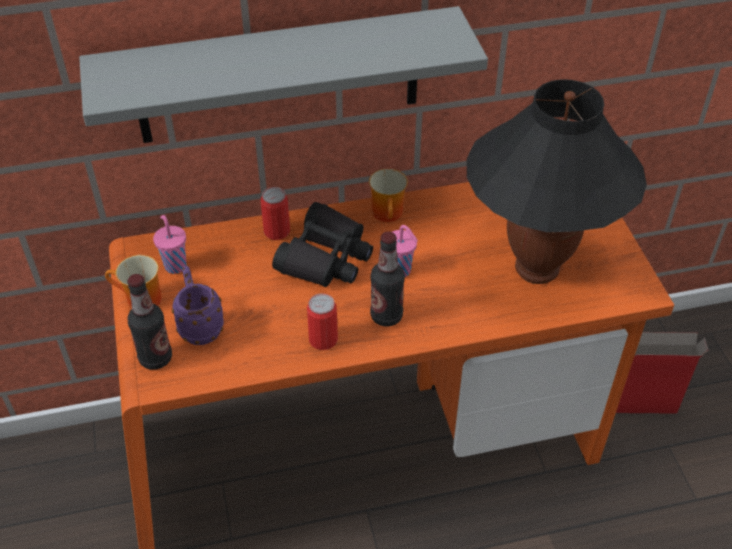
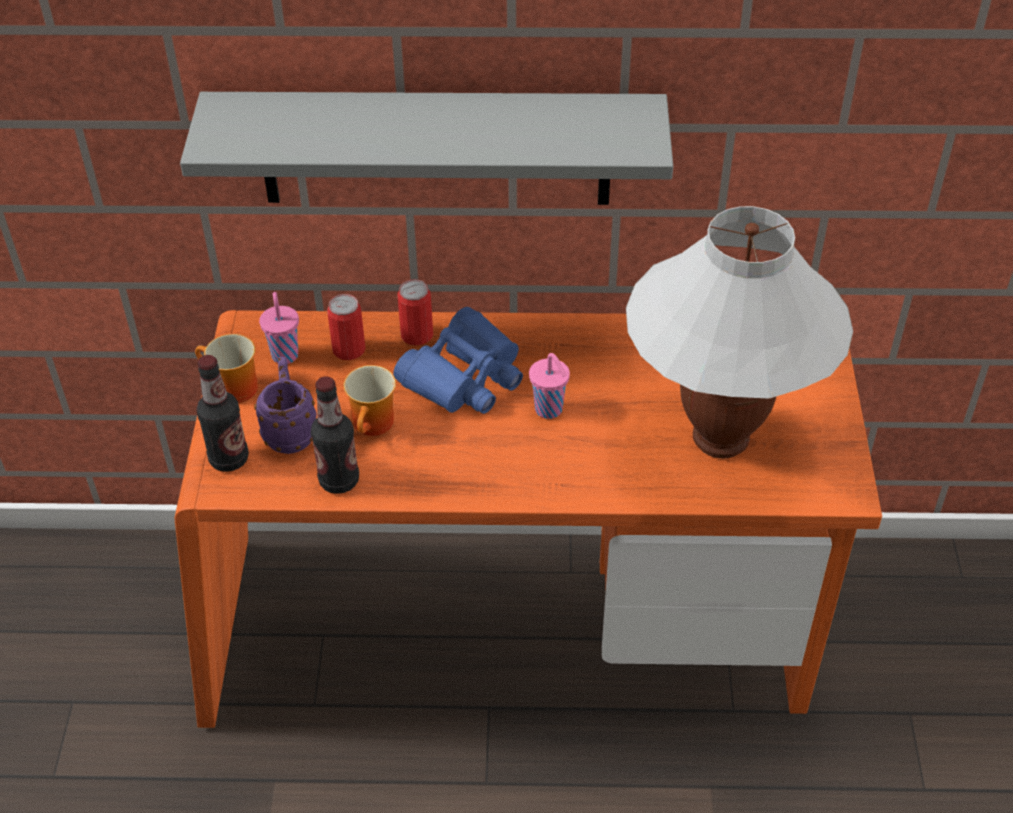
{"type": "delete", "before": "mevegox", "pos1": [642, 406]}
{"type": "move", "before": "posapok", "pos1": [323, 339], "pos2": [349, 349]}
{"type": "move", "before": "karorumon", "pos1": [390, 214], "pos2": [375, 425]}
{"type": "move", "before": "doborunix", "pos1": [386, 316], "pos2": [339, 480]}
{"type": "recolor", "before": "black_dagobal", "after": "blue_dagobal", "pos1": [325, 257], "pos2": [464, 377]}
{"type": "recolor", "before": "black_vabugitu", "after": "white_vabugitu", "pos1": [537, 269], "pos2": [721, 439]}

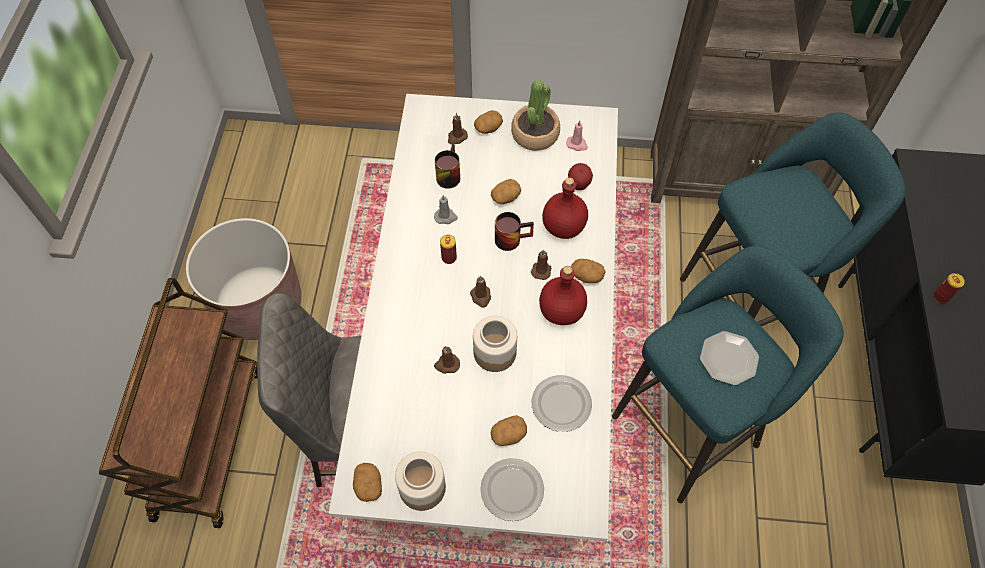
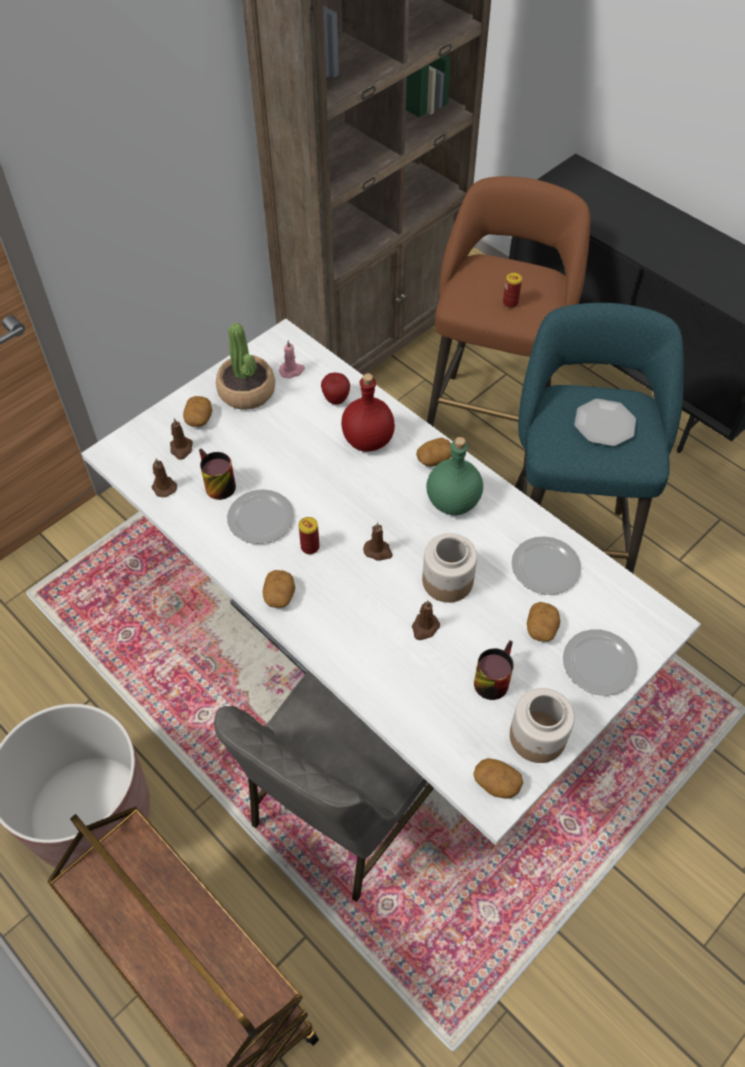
{"type": "move", "before": "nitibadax", "pos1": [505, 197], "pos2": [279, 595]}
{"type": "move", "before": "karorumon", "pos1": [511, 237], "pos2": [491, 677]}
{"type": "move", "before": "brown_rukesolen", "pos1": [541, 270], "pos2": [163, 487]}
{"type": "move", "before": "posapok", "pos1": [941, 296], "pos2": [510, 303]}
{"type": "replace", "before": "grey_rukesolen", "after": "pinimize", "pos1": [446, 217], "pos2": [262, 518]}
{"type": "recolor", "before": "red_doborunix", "after": "green_doborunix", "pos1": [561, 312], "pos2": [453, 503]}
{"type": "recolor", "before": "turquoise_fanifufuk", "after": "brown_fanifufuk", "pos1": [752, 300], "pos2": [490, 416]}

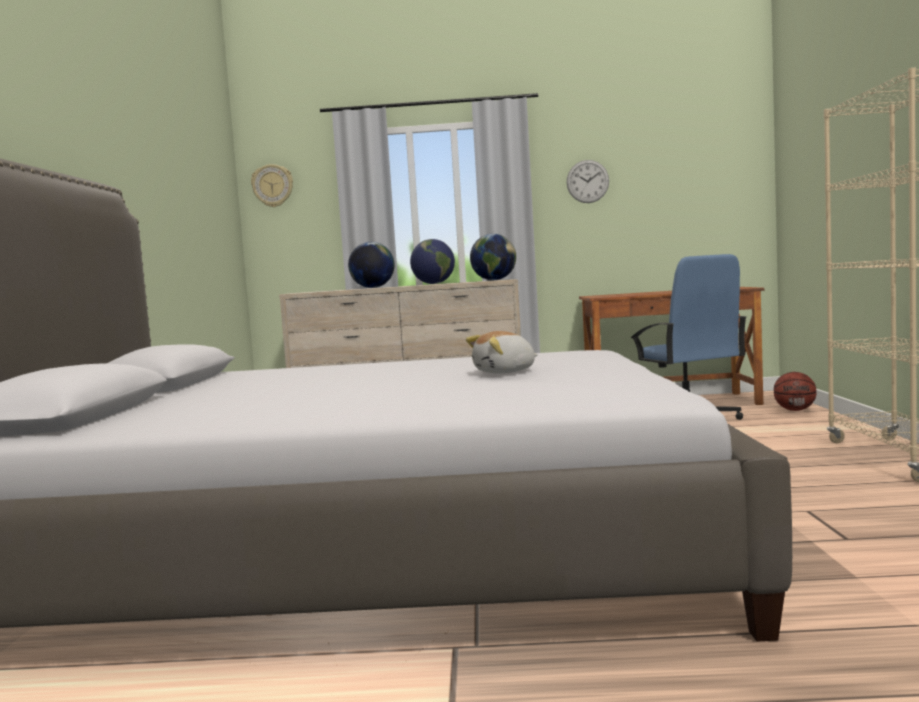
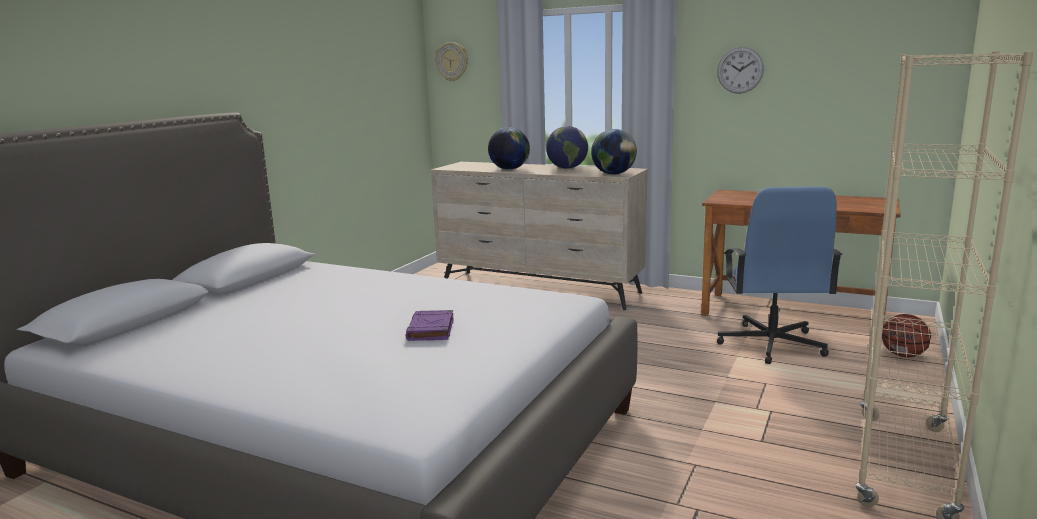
{"type": "replace", "before": "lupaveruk", "after": "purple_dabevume", "pos1": [505, 372], "pos2": [431, 330]}

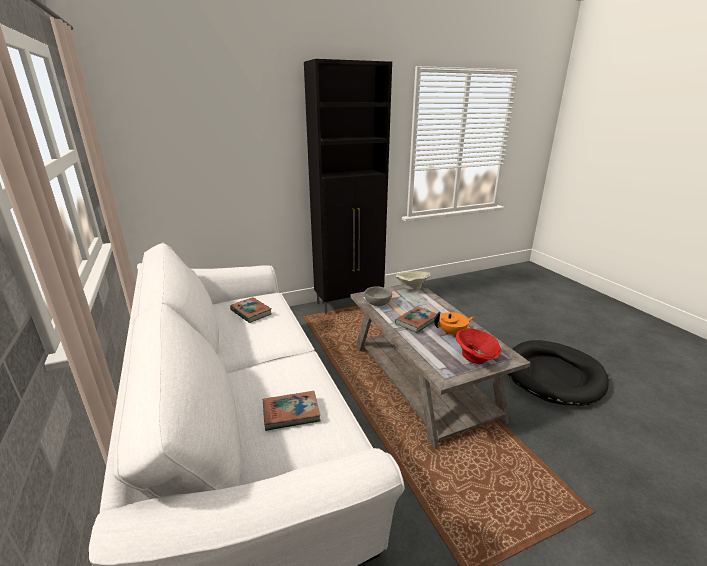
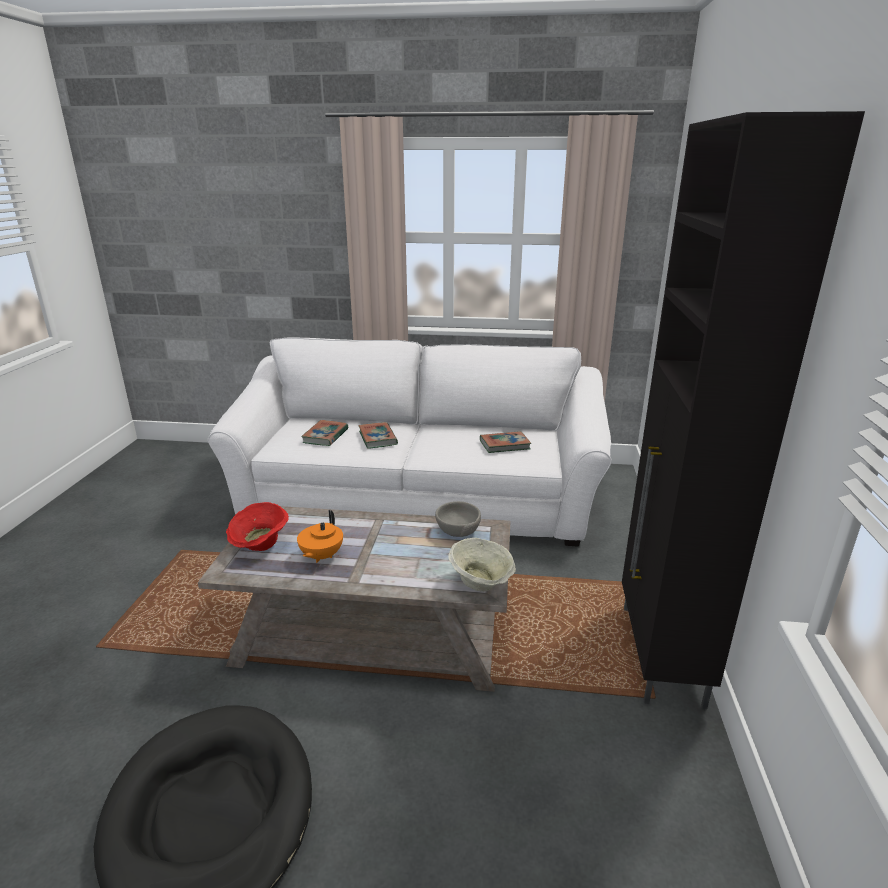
{"type": "move", "before": "dabevume", "pos1": [416, 321], "pos2": [377, 438]}

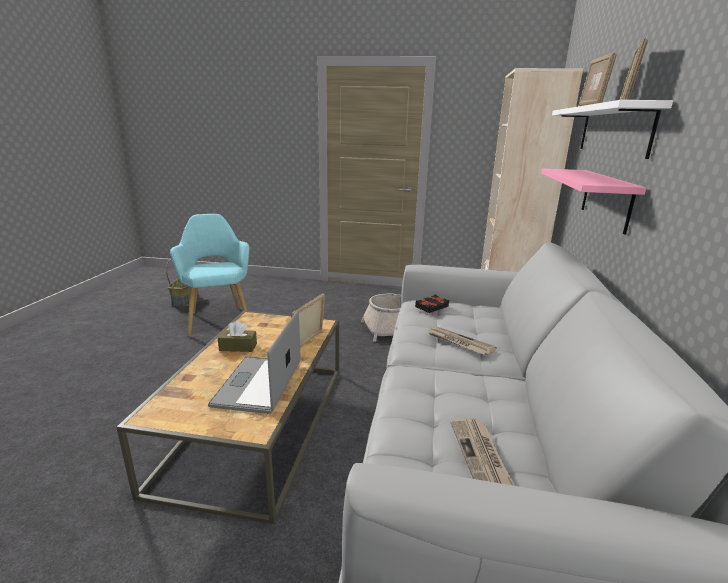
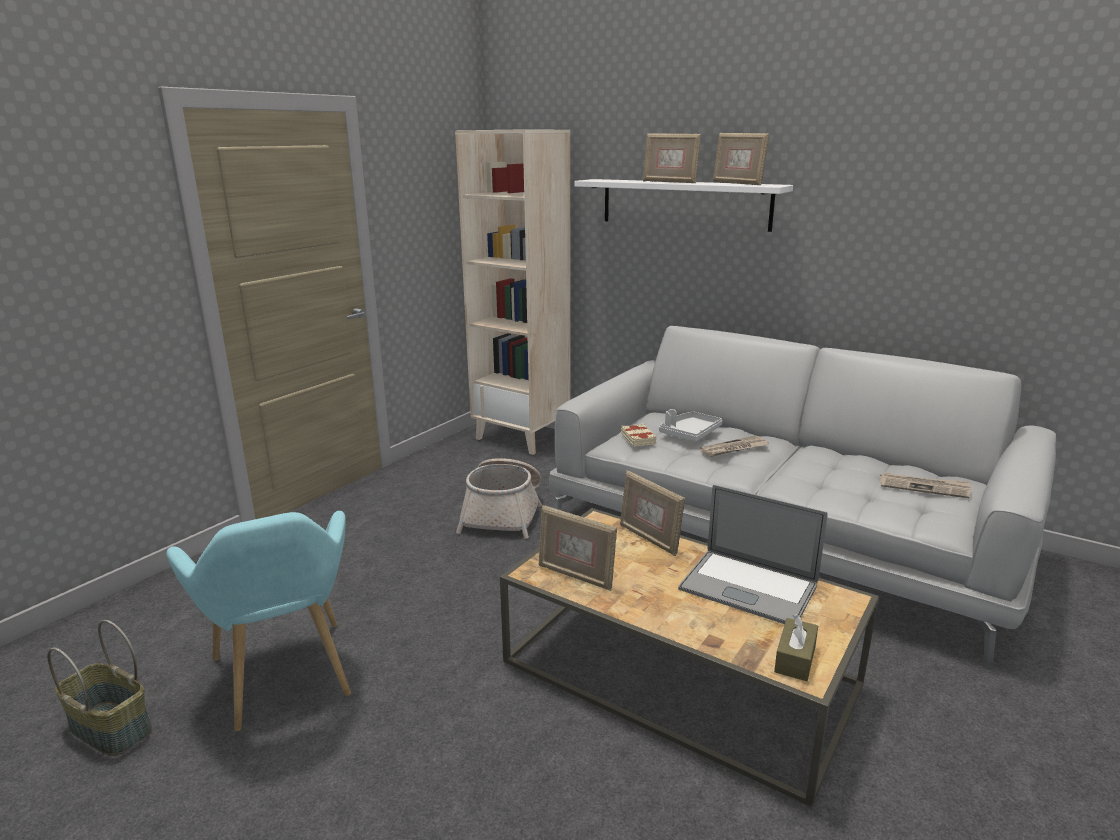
{"type": "delete", "before": "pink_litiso", "pos1": [606, 199]}
{"type": "insert", "after": "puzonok", "pos2": [576, 576]}
{"type": "insert", "after": "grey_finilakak", "pos2": [690, 433]}
{"type": "move", "before": "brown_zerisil", "pos1": [238, 347], "pos2": [795, 659]}
{"type": "recolor", "before": "black_dabevume", "after": "beige_dabevume", "pos1": [432, 307], "pos2": [638, 438]}
{"type": "rotate", "before": "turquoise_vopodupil", "pos1": [218, 319], "pos2": [286, 682], "turn": -120}

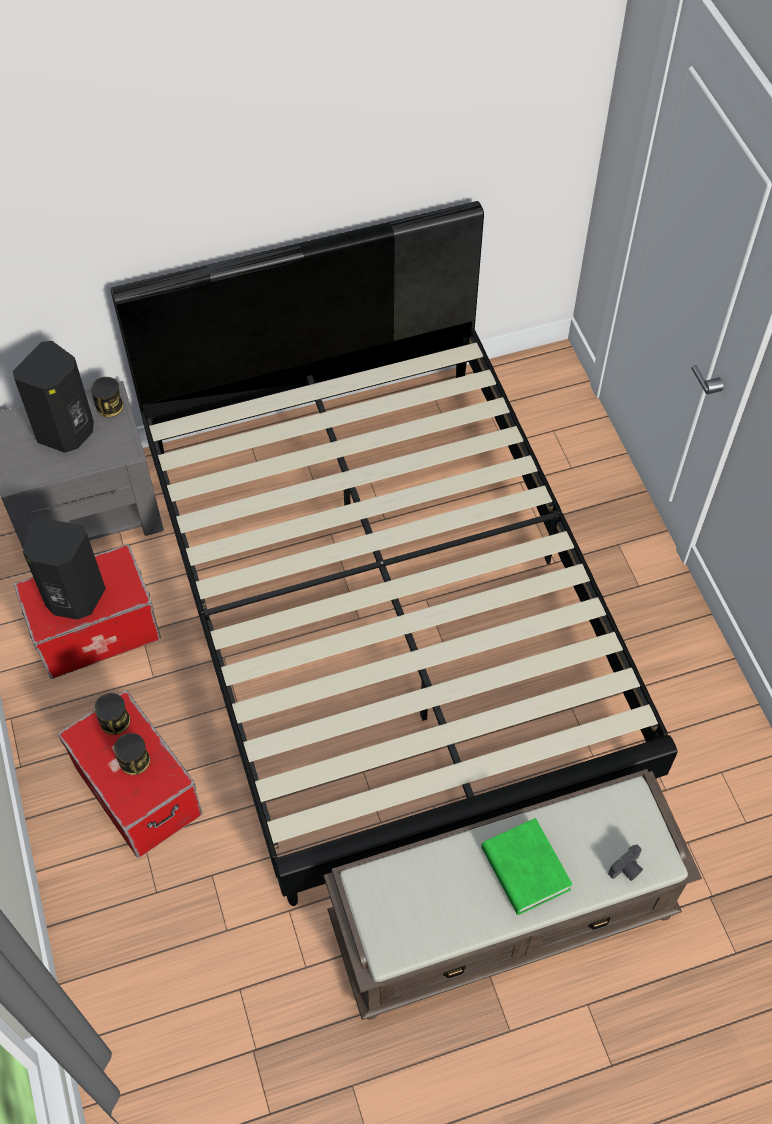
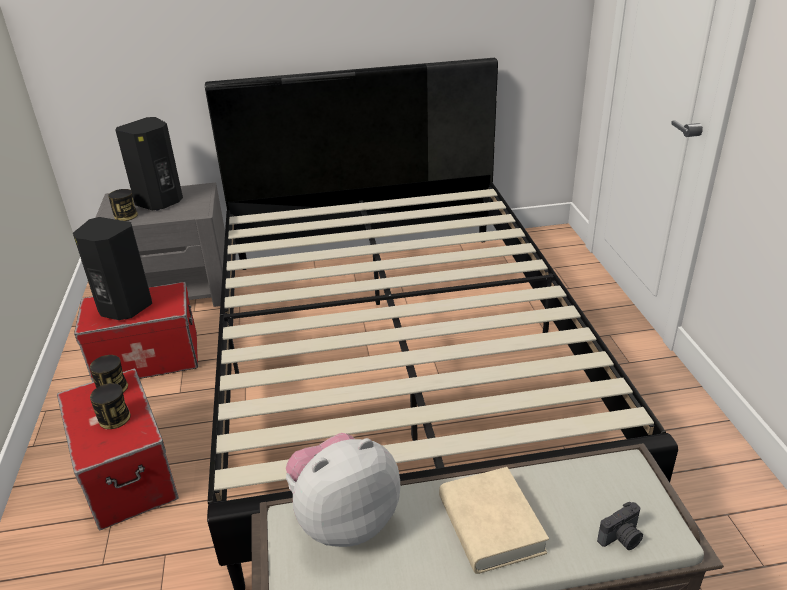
{"type": "insert", "after": "lupaveruk", "pos2": [344, 519]}
{"type": "move", "before": "posapok", "pos1": [109, 406], "pos2": [126, 216]}
{"type": "recolor", "before": "green_dabevume", "after": "beige_dabevume", "pos1": [525, 869], "pos2": [490, 525]}

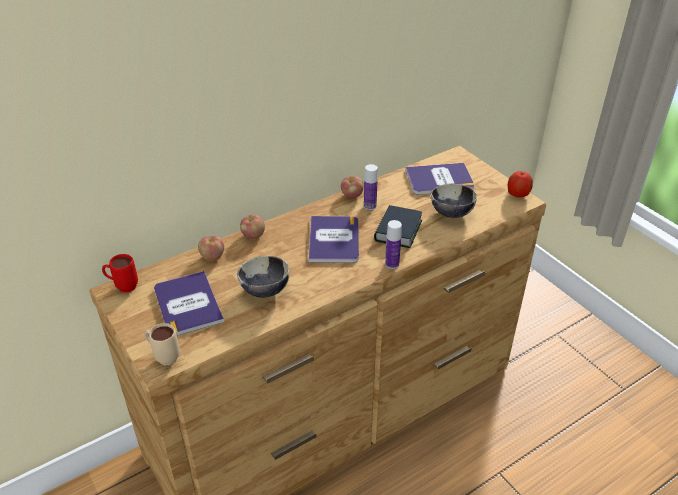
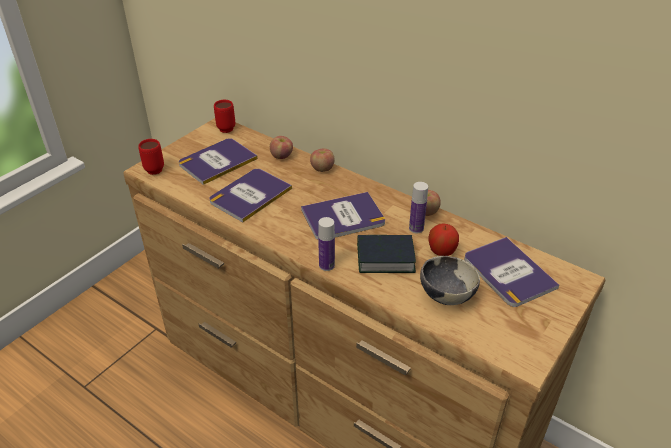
{"type": "move", "before": "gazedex", "pos1": [517, 194], "pos2": [442, 251]}
{"type": "replace", "before": "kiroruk", "after": "dabevume", "pos1": [265, 291], "pos2": [250, 195]}
{"type": "recolor", "before": "beige_karorumon", "after": "red_karorumon", "pos1": [163, 356], "pos2": [156, 168]}

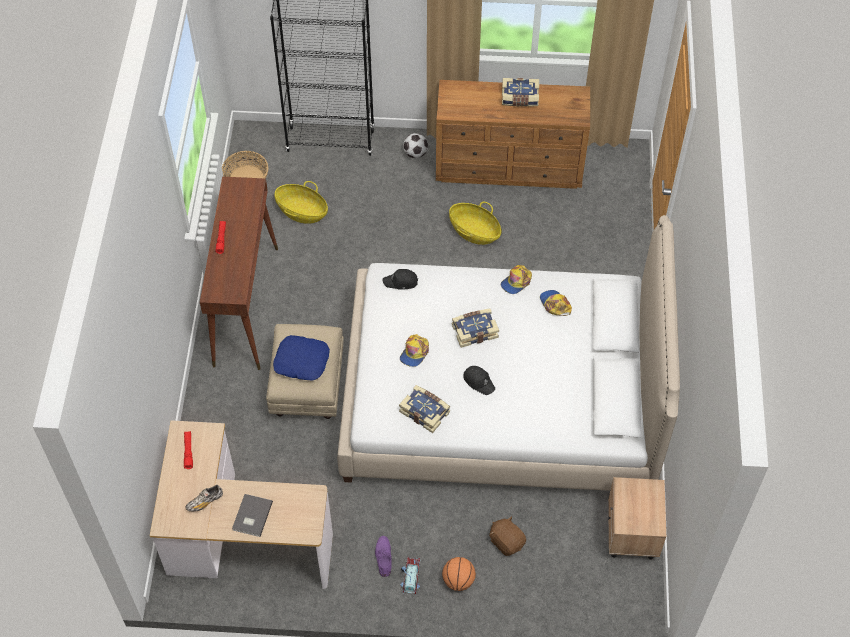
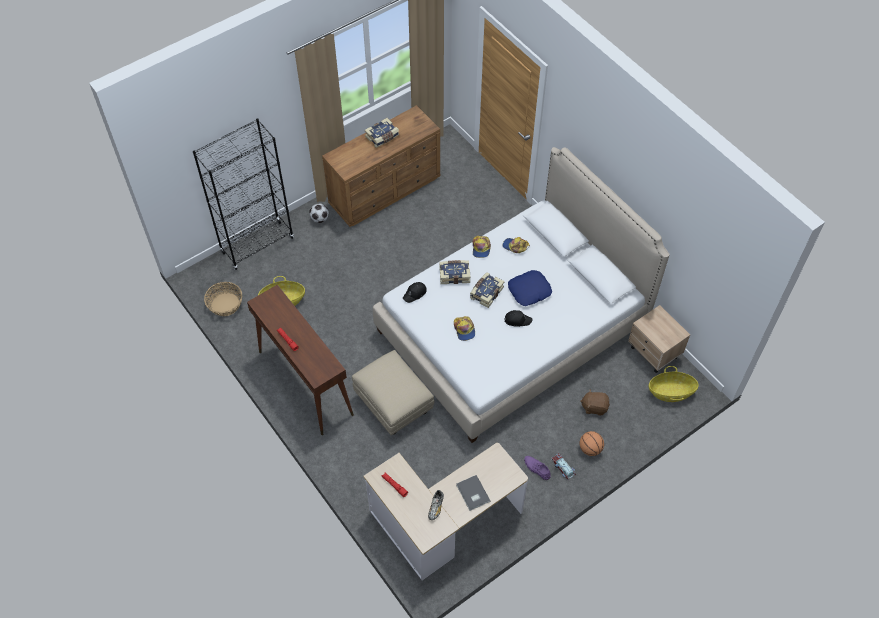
{"type": "move", "before": "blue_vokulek", "pos1": [301, 362], "pos2": [529, 291]}
{"type": "move", "before": "dabevume", "pos1": [425, 411], "pos2": [454, 274]}
{"type": "move", "before": "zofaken", "pos1": [474, 232], "pos2": [670, 392]}

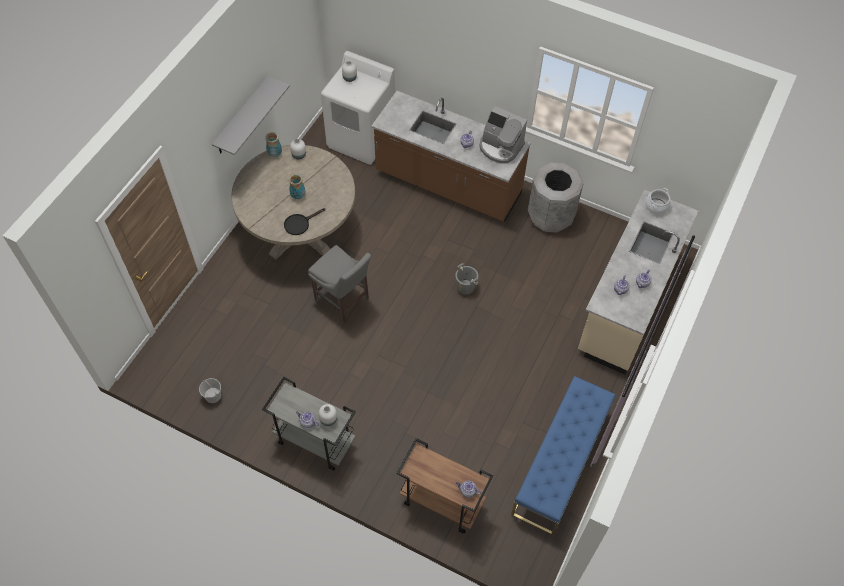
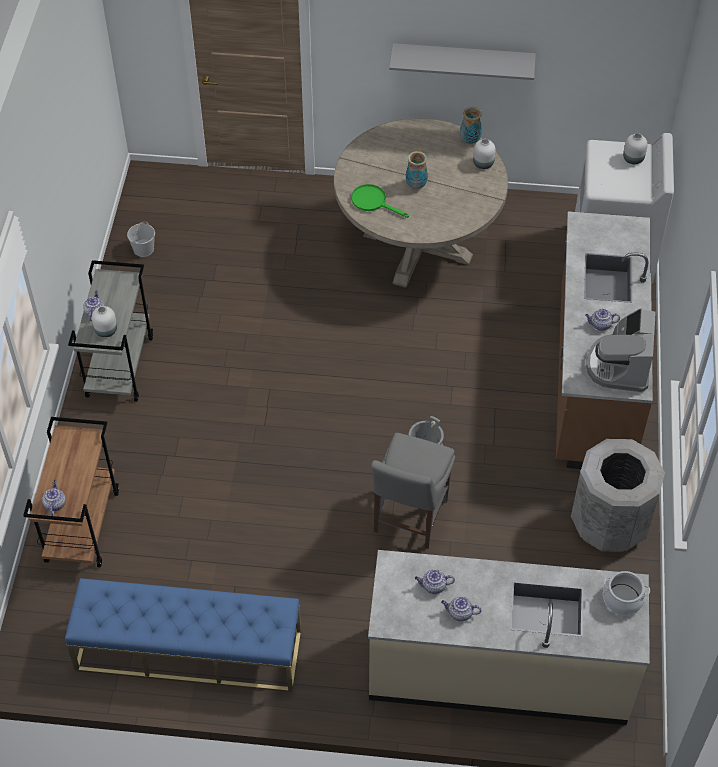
{"type": "move", "before": "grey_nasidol", "pos1": [343, 301], "pos2": [408, 519]}
{"type": "recolor", "before": "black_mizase", "after": "green_mizase", "pos1": [300, 223], "pos2": [373, 202]}

